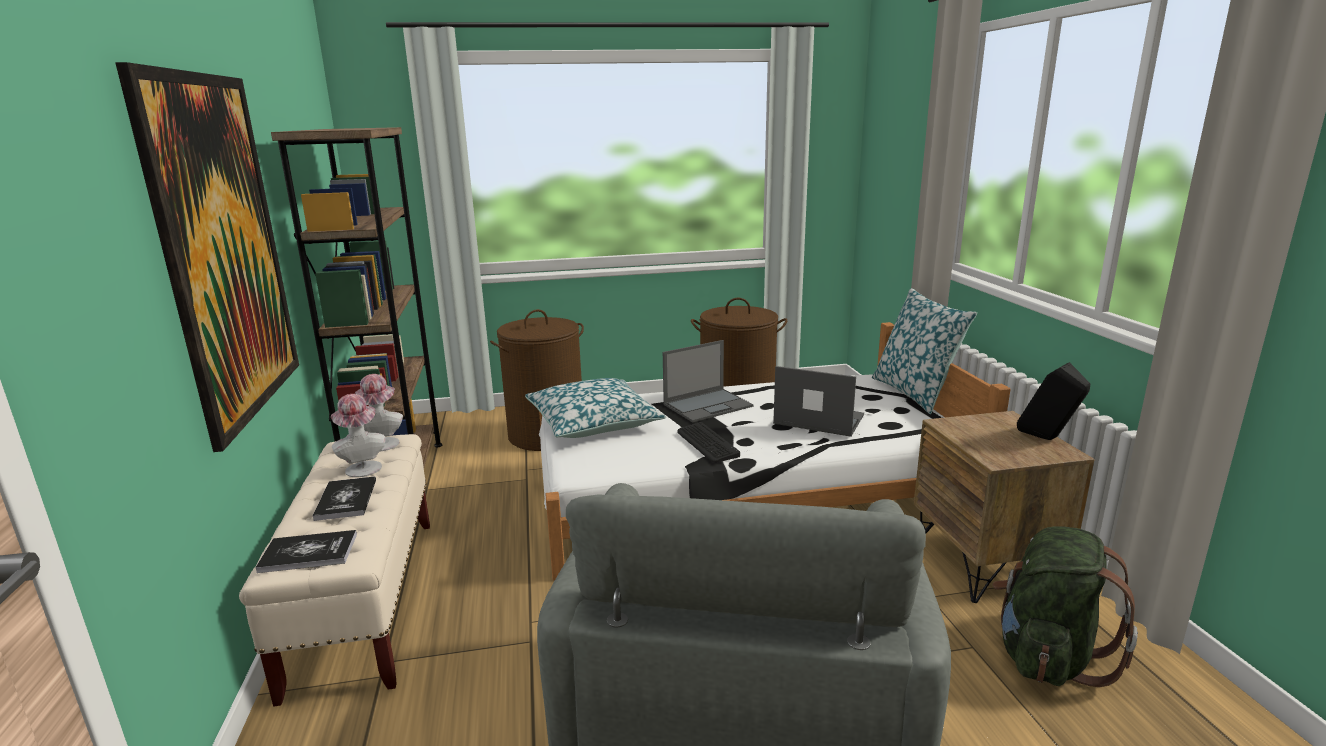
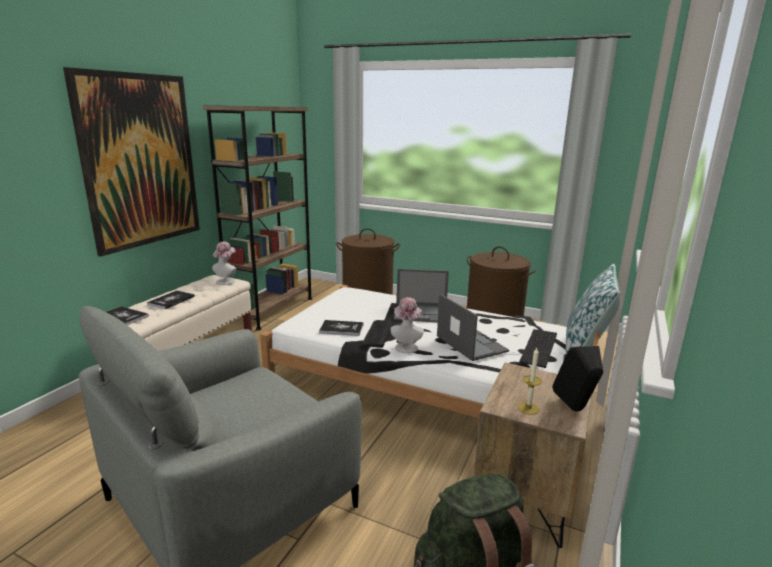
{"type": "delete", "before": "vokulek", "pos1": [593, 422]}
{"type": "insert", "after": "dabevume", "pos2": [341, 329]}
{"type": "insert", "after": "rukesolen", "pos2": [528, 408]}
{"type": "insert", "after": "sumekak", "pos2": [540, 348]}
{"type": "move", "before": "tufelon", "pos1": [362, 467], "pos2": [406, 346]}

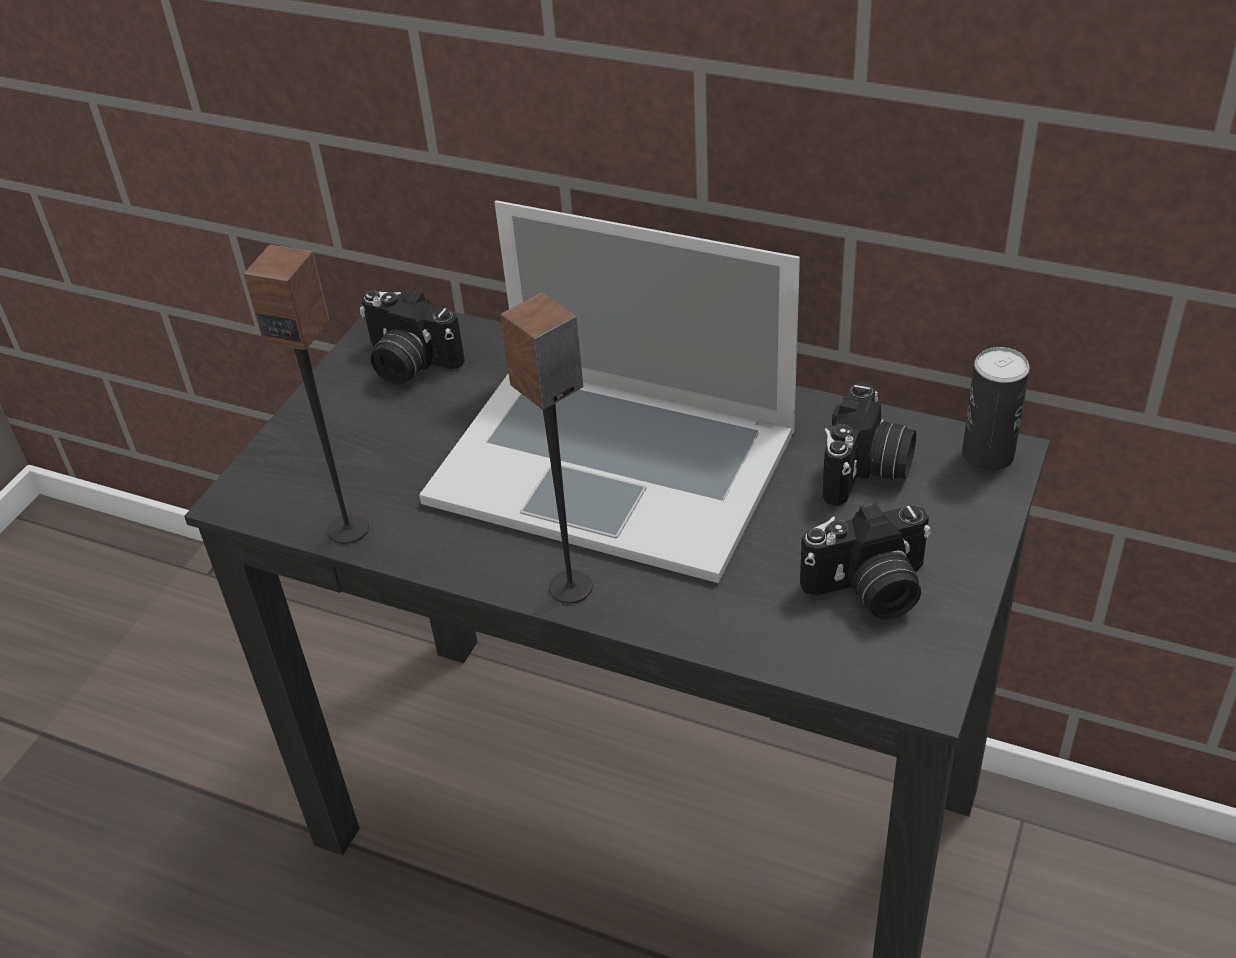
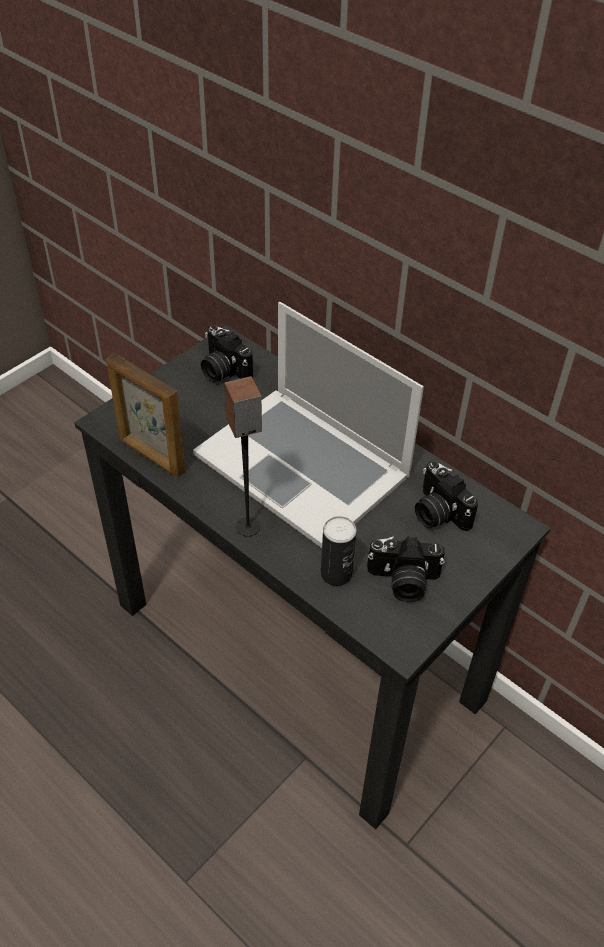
{"type": "move", "before": "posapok", "pos1": [988, 455], "pos2": [336, 573]}
{"type": "replace", "before": "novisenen", "after": "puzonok", "pos1": [349, 528], "pos2": [151, 456]}
{"type": "rotate", "before": "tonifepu", "pos1": [867, 471], "pos2": [437, 513], "turn": 105}

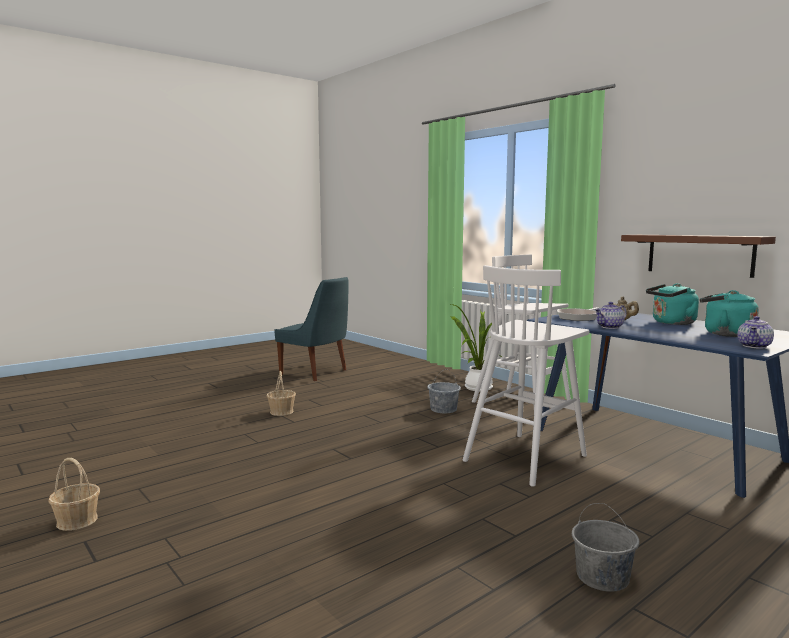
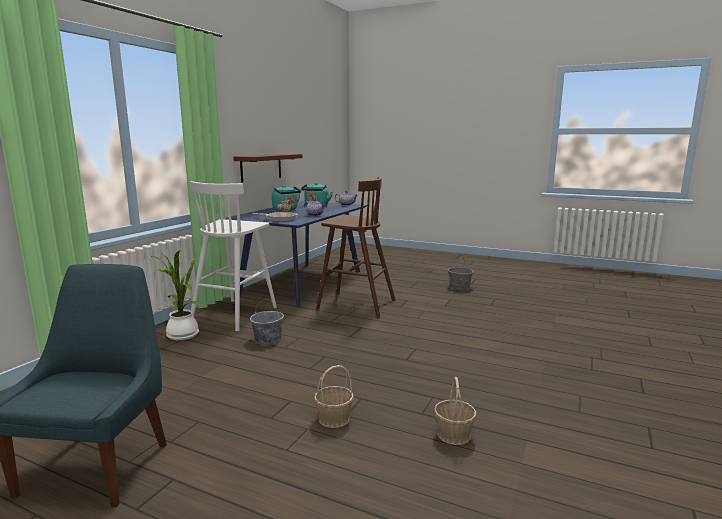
{"type": "move", "before": "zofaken", "pos1": [77, 521], "pos2": [453, 434]}
{"type": "recolor", "before": "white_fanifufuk", "after": "brown_fanifufuk", "pos1": [526, 458], "pos2": [355, 304]}

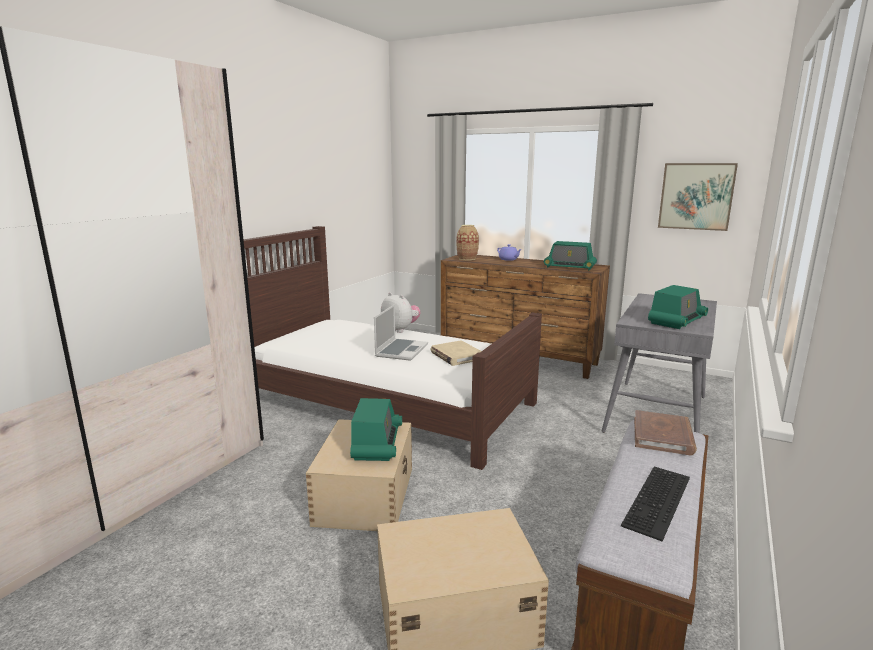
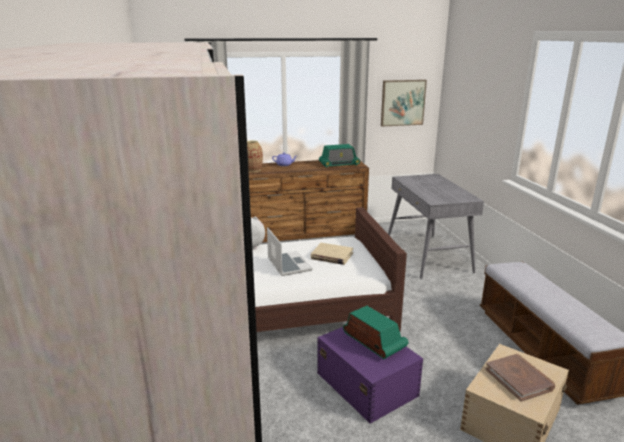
{"type": "delete", "before": "sumekak", "pos1": [659, 502]}
{"type": "delete", "before": "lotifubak", "pos1": [676, 321]}
{"type": "move", "before": "brown_dabevume", "pos1": [663, 436], "pos2": [519, 379]}
{"type": "recolor", "before": "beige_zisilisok", "after": "purple_zisilisok", "pos1": [366, 494], "pos2": [366, 383]}

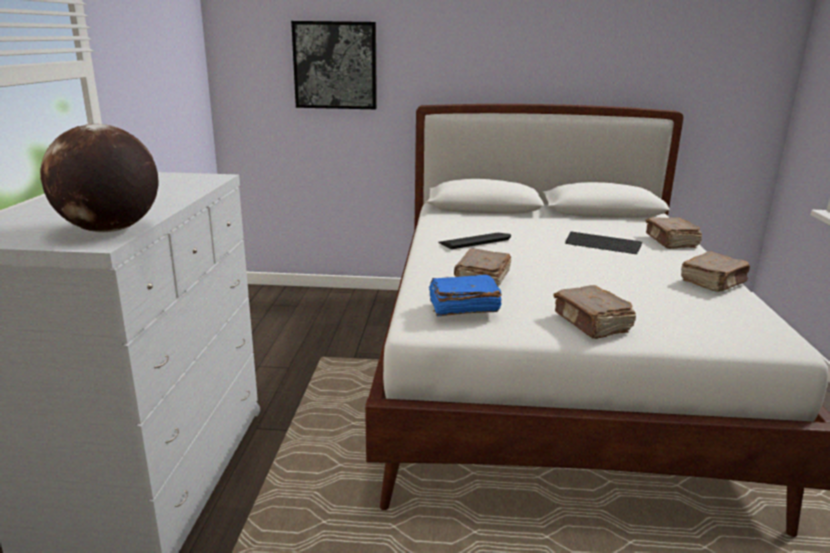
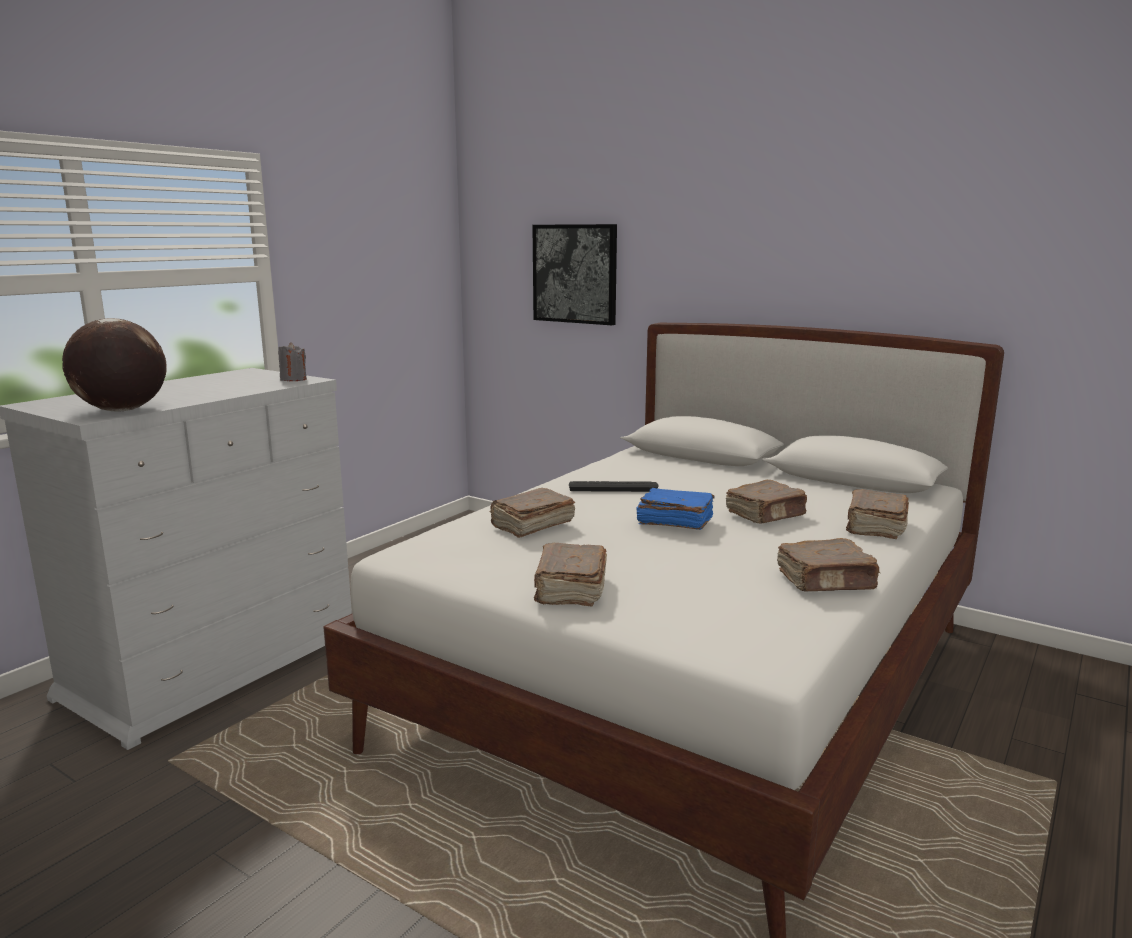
{"type": "insert", "after": "grey_rukesolen", "pos2": [293, 379]}
{"type": "move", "before": "blue_dabevume", "pos1": [462, 307], "pos2": [674, 522]}
{"type": "replace", "before": "sumekak", "after": "brown_dabevume", "pos1": [602, 245], "pos2": [766, 515]}

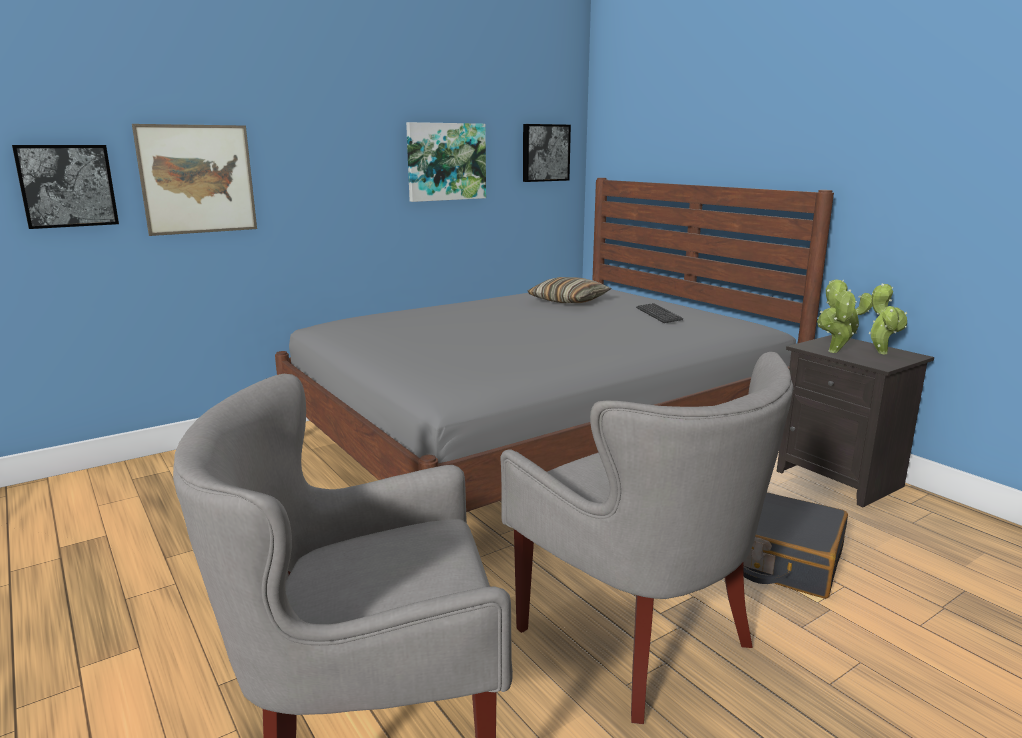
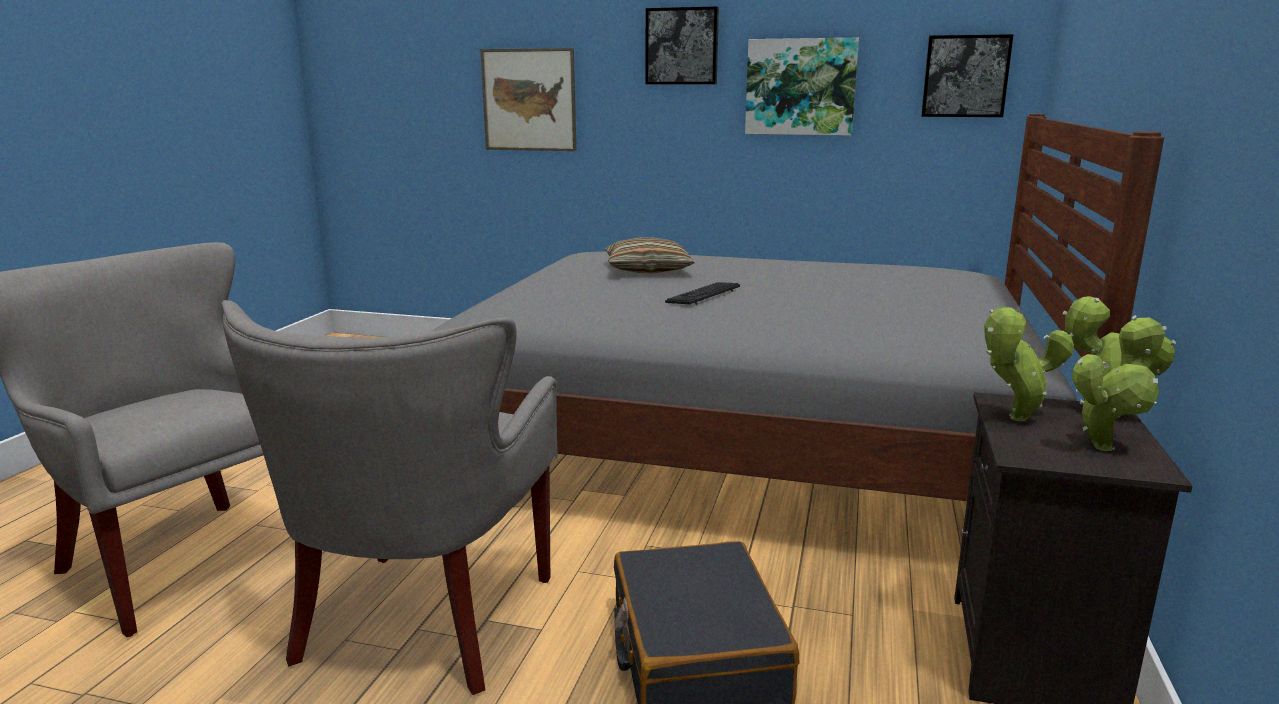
{"type": "move", "before": "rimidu", "pos1": [67, 186], "pos2": [682, 46]}
{"type": "move", "before": "vokulek", "pos1": [569, 301], "pos2": [648, 270]}
{"type": "move", "before": "sumekak", "pos1": [658, 314], "pos2": [703, 295]}

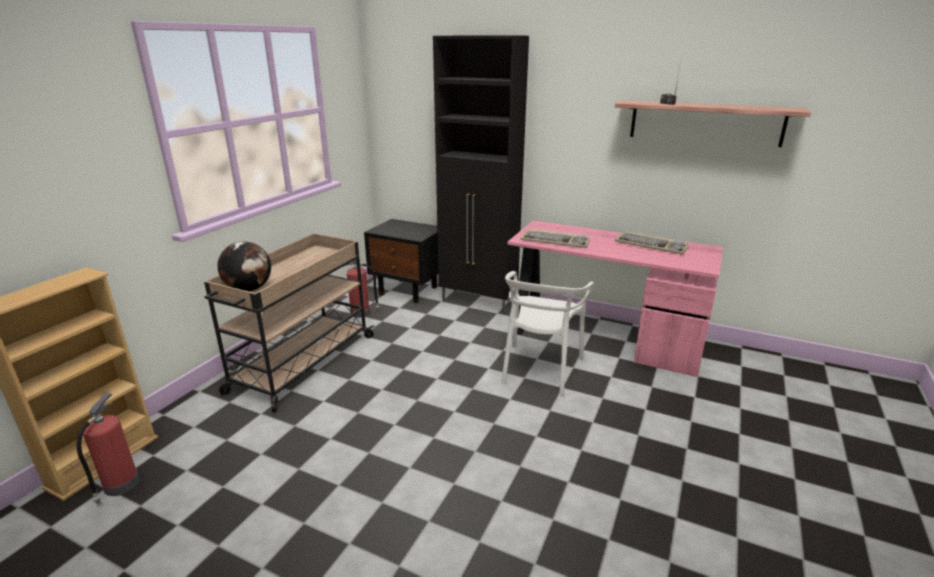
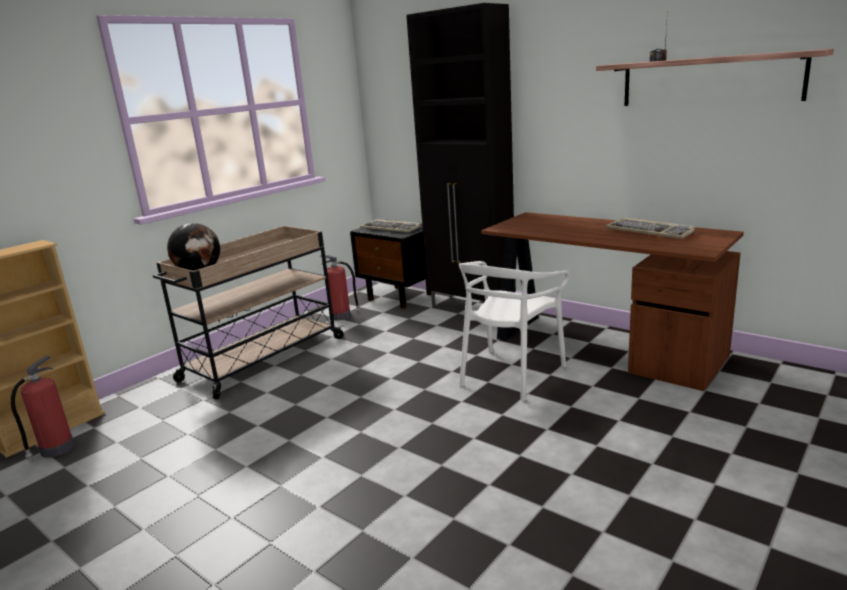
{"type": "move", "before": "sumekak", "pos1": [556, 241], "pos2": [391, 228]}
{"type": "recolor", "before": "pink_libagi", "after": "brown_libagi", "pos1": [602, 337], "pos2": [601, 346]}

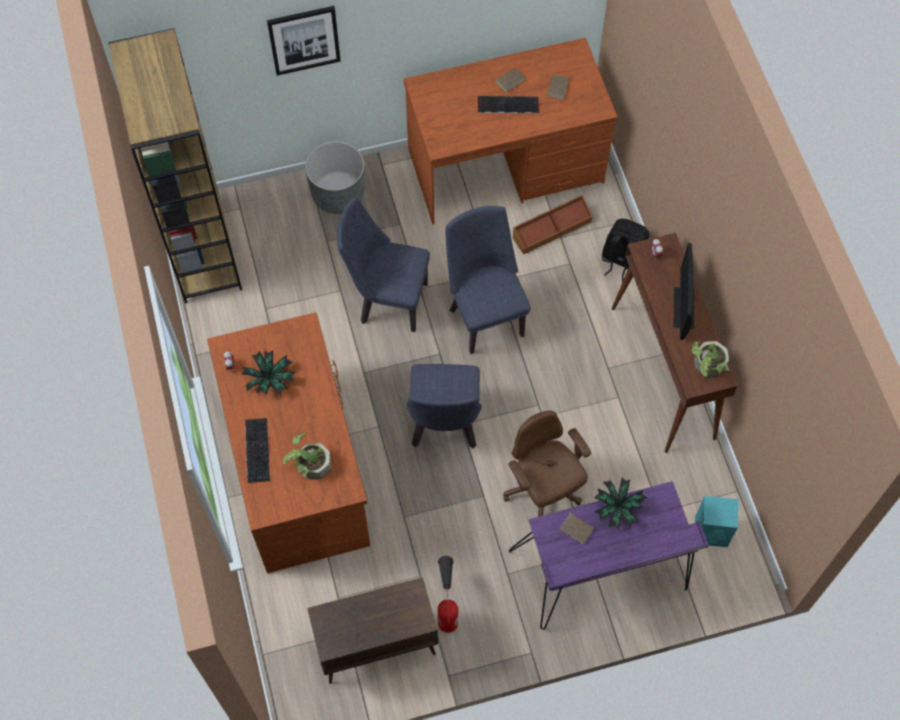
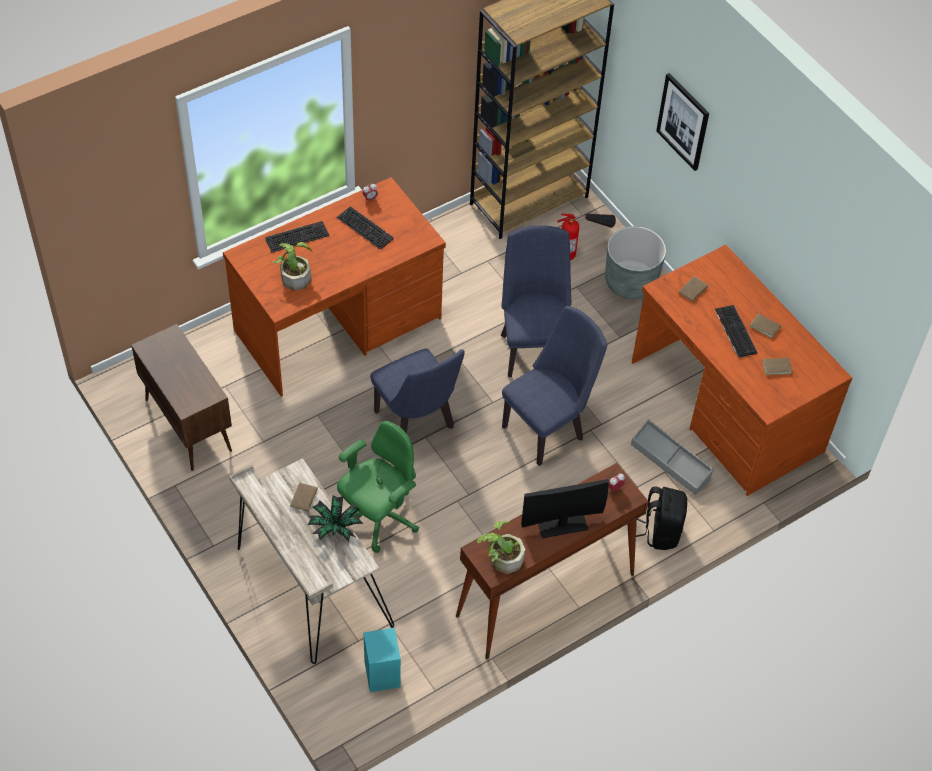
{"type": "insert", "after": "brown_dabevume", "pos2": [693, 290]}
{"type": "move", "before": "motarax", "pos1": [447, 605], "pos2": [582, 250]}
{"type": "replace", "before": "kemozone", "after": "sumekak", "pos1": [270, 380], "pos2": [366, 228]}
{"type": "recolor", "before": "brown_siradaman", "after": "green_siradaman", "pos1": [542, 491], "pos2": [378, 518]}
{"type": "recolor", "before": "purple_libagi", "after": "beige_libagi", "pos1": [601, 572], "pos2": [310, 586]}
{"type": "recolor", "before": "brown_zisilisok", "after": "grey_zisilisok", "pos1": [551, 229], "pos2": [671, 462]}
{"type": "rotate", "before": "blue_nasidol", "pos1": [444, 427], "pos2": [417, 424], "turn": -105}

